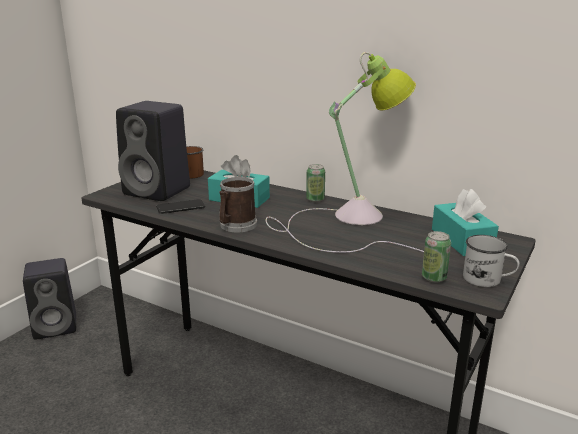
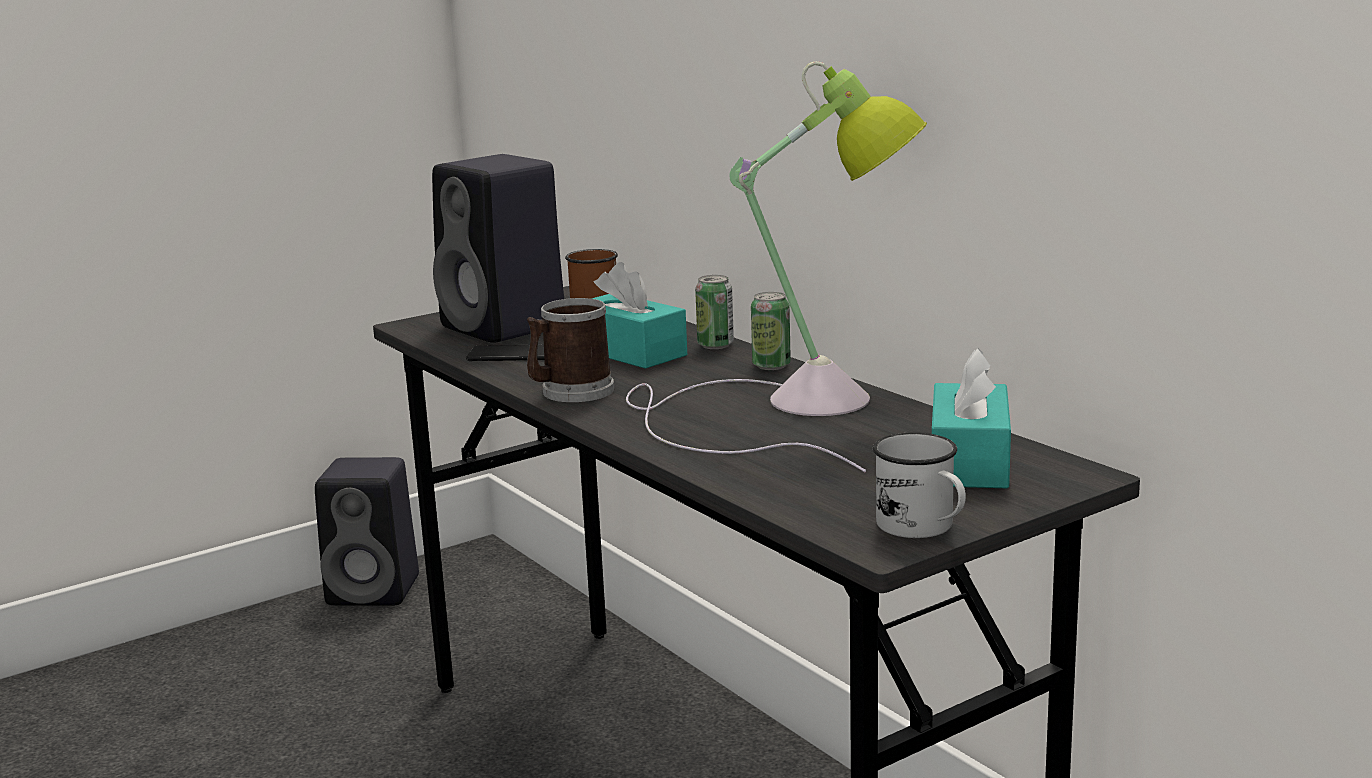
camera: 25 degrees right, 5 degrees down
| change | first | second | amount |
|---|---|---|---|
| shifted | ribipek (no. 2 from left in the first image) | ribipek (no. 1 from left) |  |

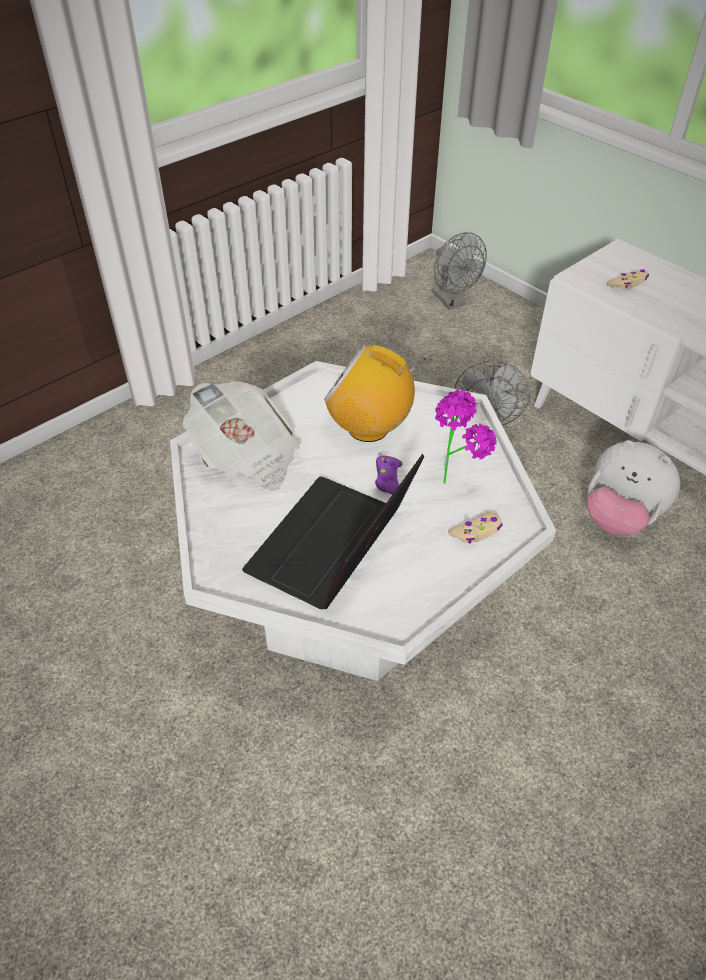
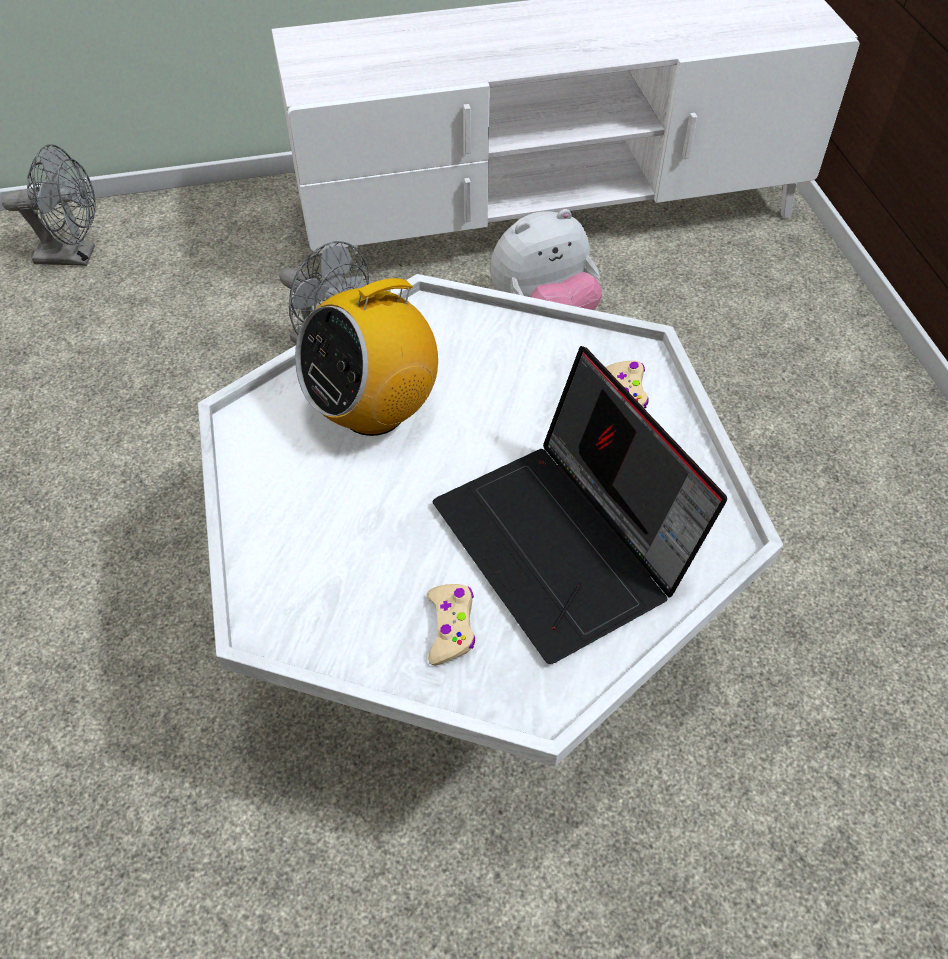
camera: 60 degrees left, 5 degrees up
| change | first | second | amount |
|---|---|---|---|
| shifted | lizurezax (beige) (no. 2 from left in the first image) | lizurezax (beige) (no. 1 from left) |  |
| gone | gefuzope |  |  |
| gone | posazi |  |  |
| gone | lizurezax (purple) |  |  |

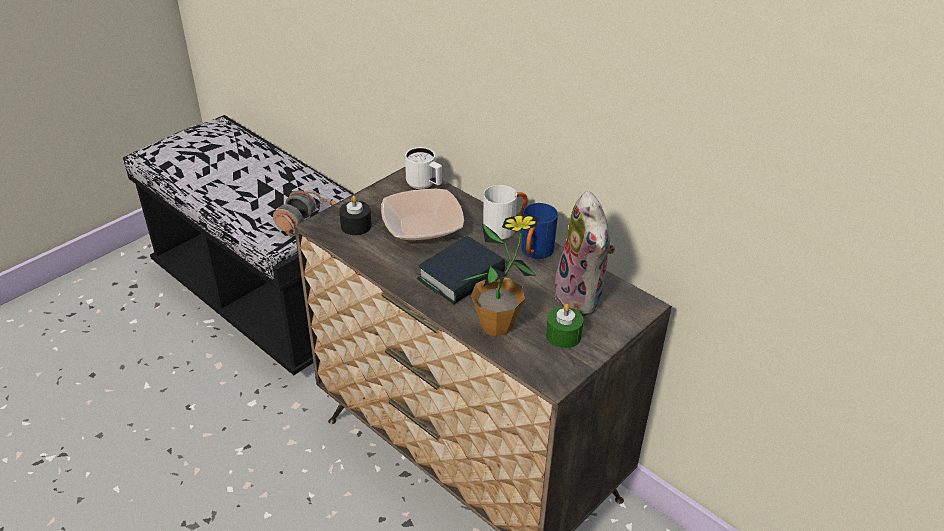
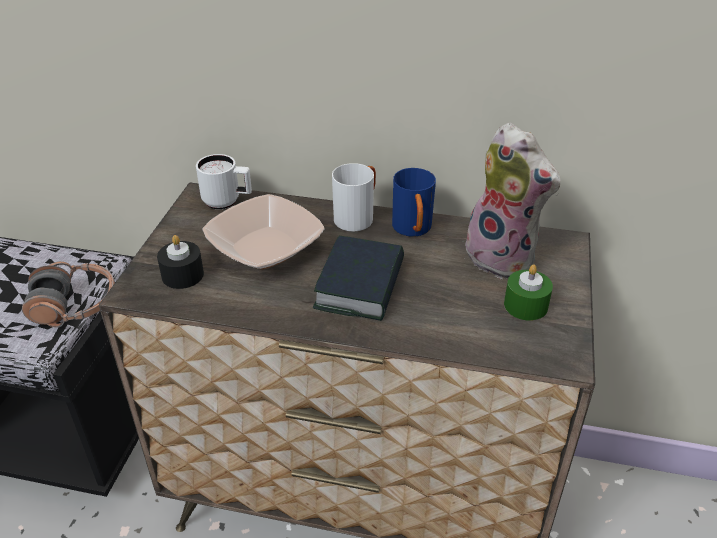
camera: 30 degrees left, 0 degrees up
| change | first | second | amount |
|---|---|---|---|
| gone | posazi |  |  |

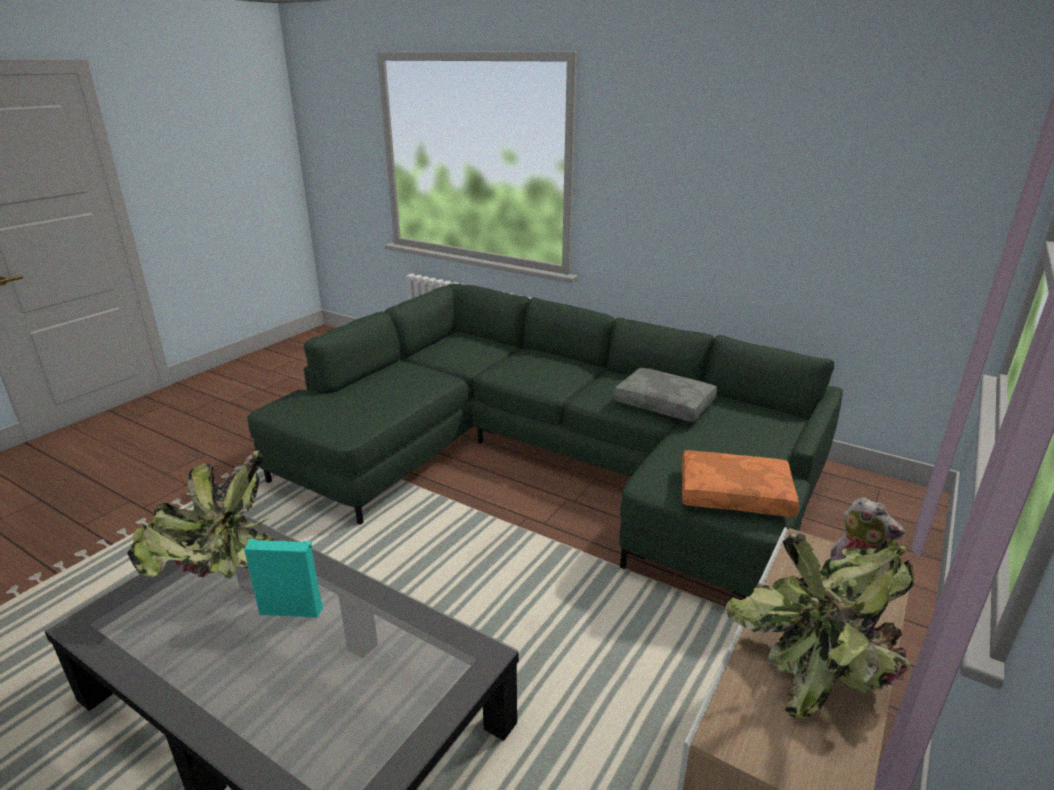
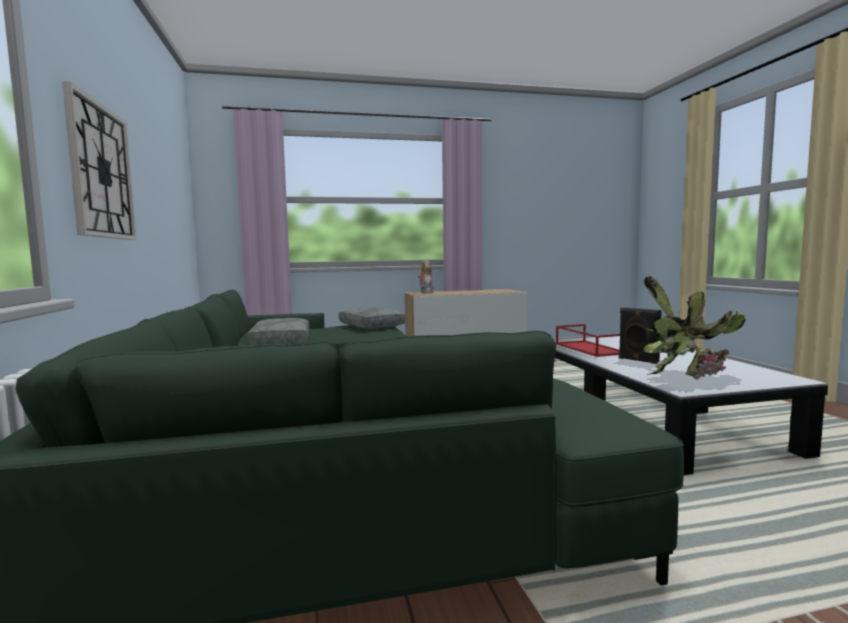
camera: 135 degrees left, 20 degrees down
| change | first | second | amount |
|---|---|---|---|
| repainted | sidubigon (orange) | sidubigon (grey) (no. 2 from left) |  |
| gone | posazi (no. 2 from left) |  |  |
| repainted | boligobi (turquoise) | boligobi (black) |  |
| new |  | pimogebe |  |
| new |  | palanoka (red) |  |

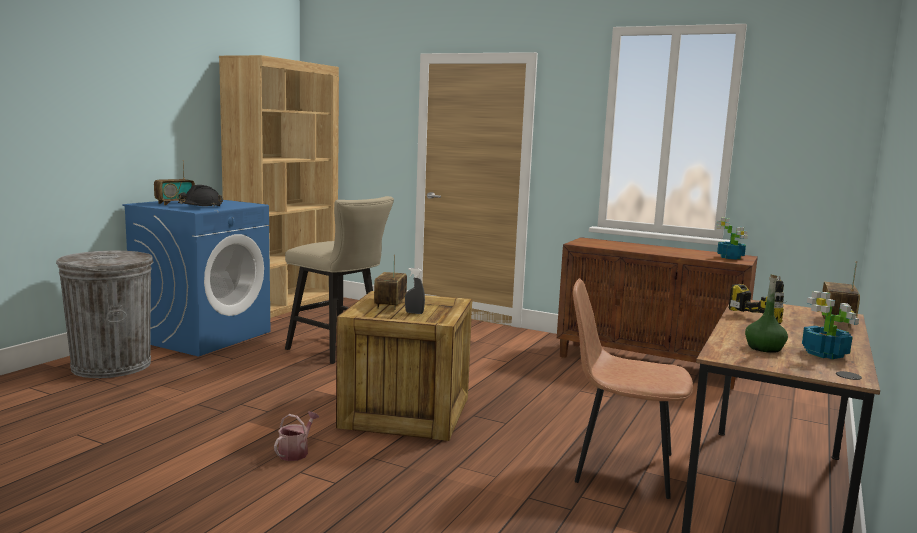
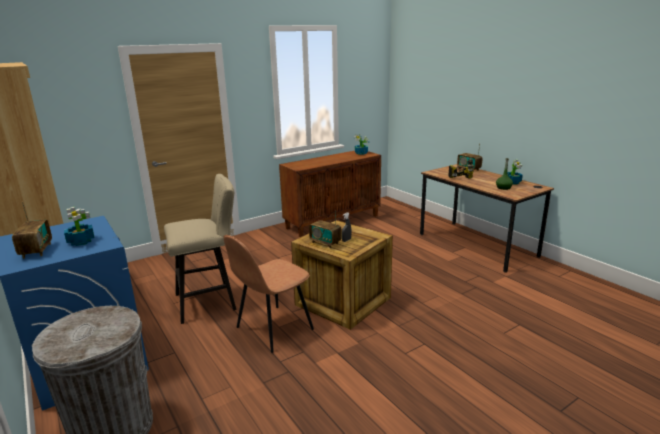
camera: 60 degrees left, 10 degrees up
| change | first | second | amount |
|---|---|---|---|
| swapped | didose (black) | posazi (no. 1 from left) |  |
| shifted | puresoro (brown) |  |  |
| gone | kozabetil |  |  |

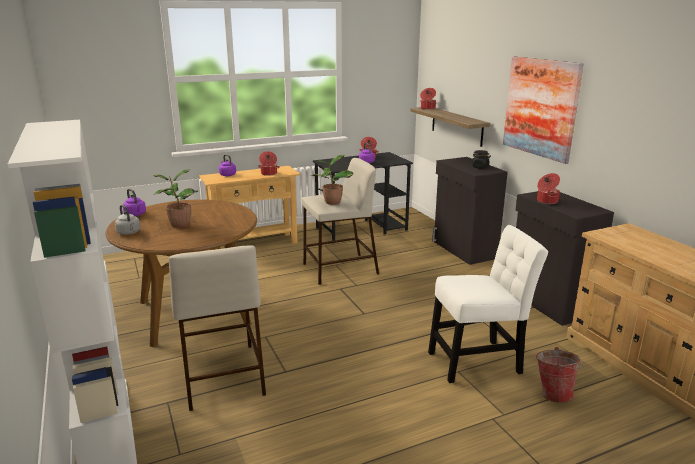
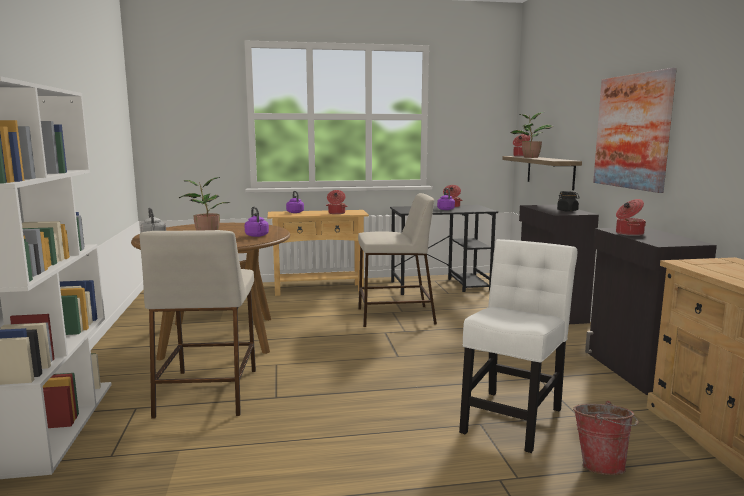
camera: 15 degrees right, 10 degrees down
| change | first | second | amount |
|---|---|---|---|
| shifted | posazi (no. 2 from left) |  |  |
| shifted | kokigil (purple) (no. 1 from left) |  |  |
| rotated | puresoro (white) |  | 60 degrees counterclockwise |

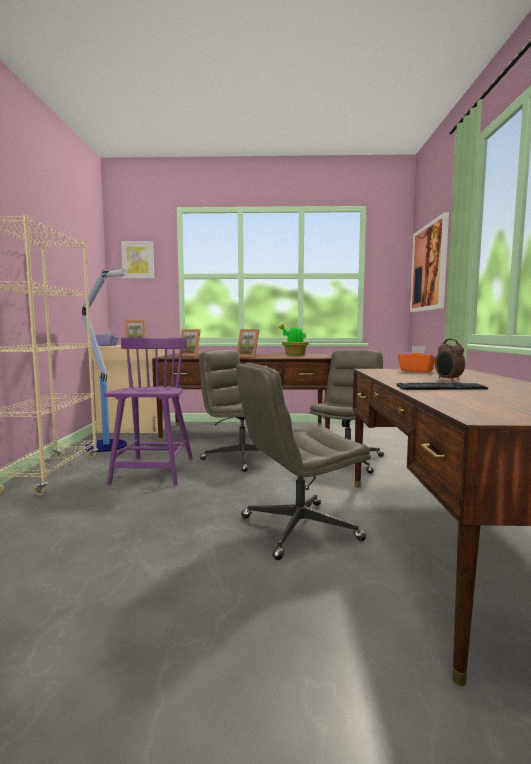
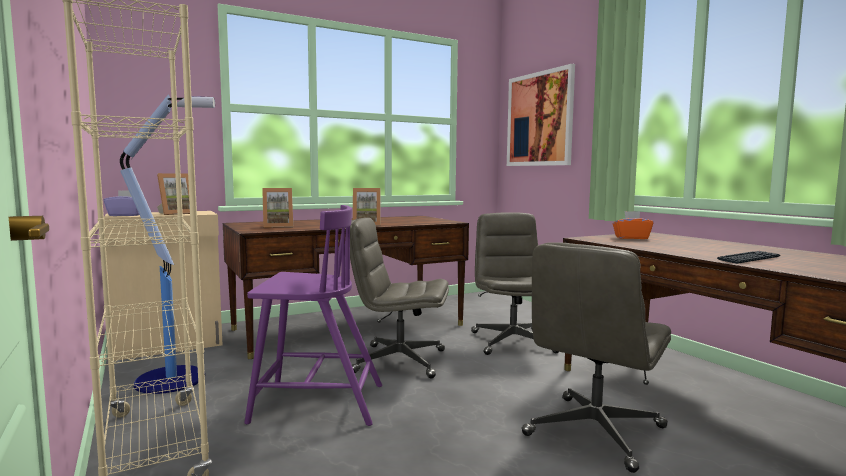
camera: 30 degrees left, 0 degrees up
| change | first | second | amount |
|---|---|---|---|
| gone | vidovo (no. 1 from left) |  |  |
| gone | posazi |  |  |
| rotated | puresoro (purple) |  | 120 degrees clockwise |
| gone | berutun |  |  |

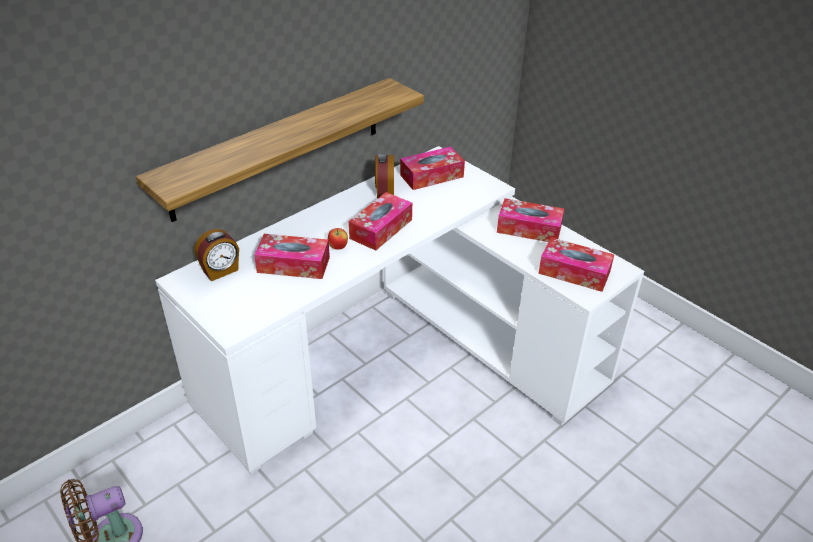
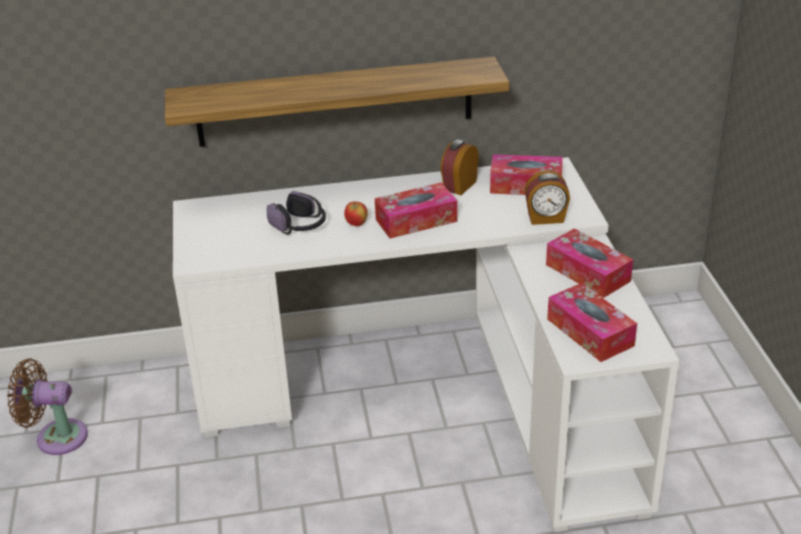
camera: 35 degrees right, 5 degrees down
| change | first | second | amount |
|---|---|---|---|
| shifted | berutun (no. 1 from left in the first image) | berutun (no. 2 from left) |  |
| swapped | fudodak (no. 1 from left) | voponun |  |

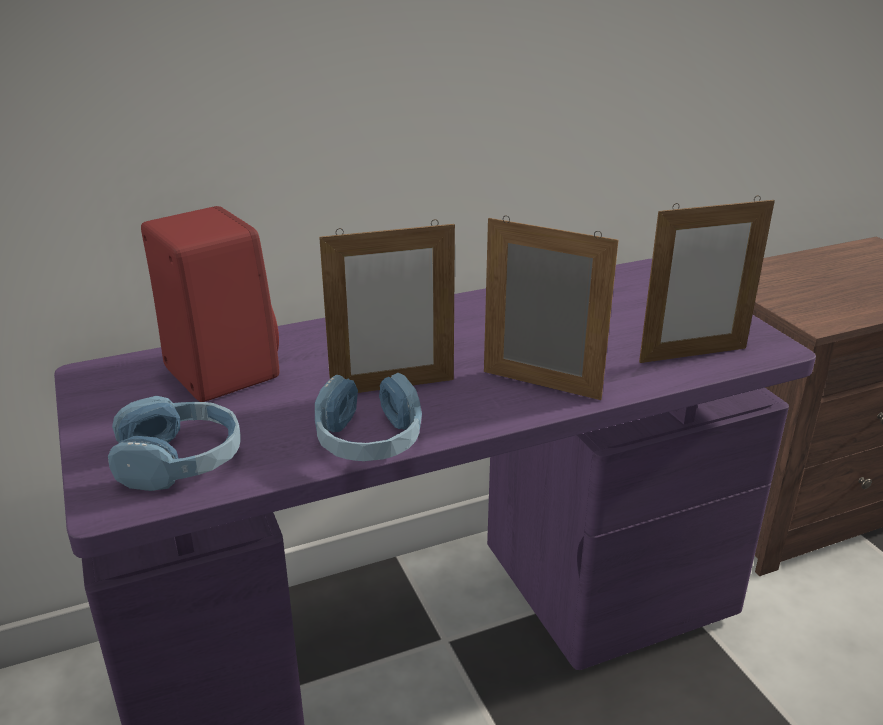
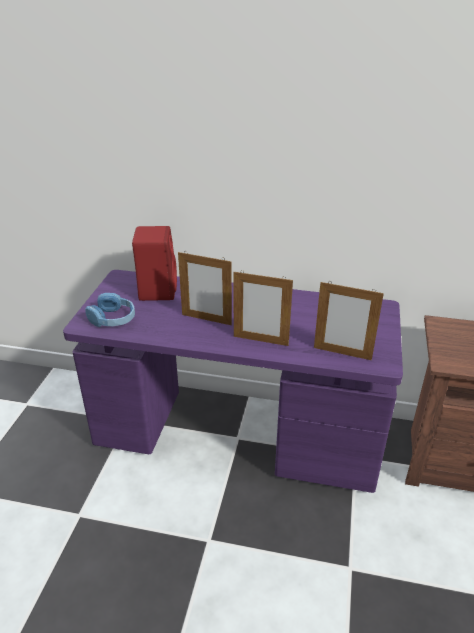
camera: 35 degrees right, 5 degrees up
| change | first | second | amount |
|---|---|---|---|
| rotated | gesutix (no. 2 from left) |  | 135 degrees clockwise |
| gone | voponun (blue) (no. 2 from left) |  |  |

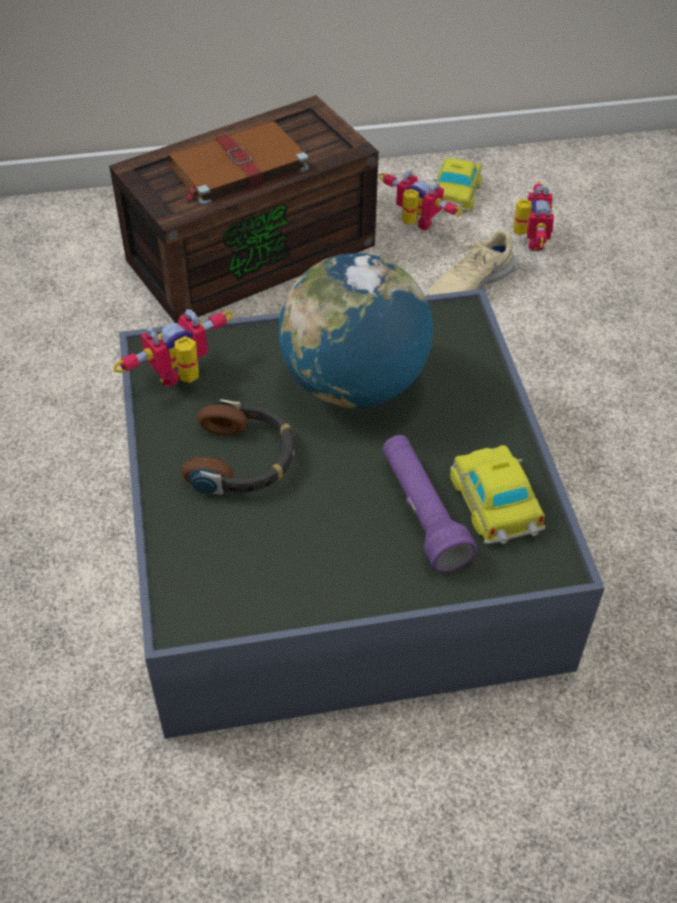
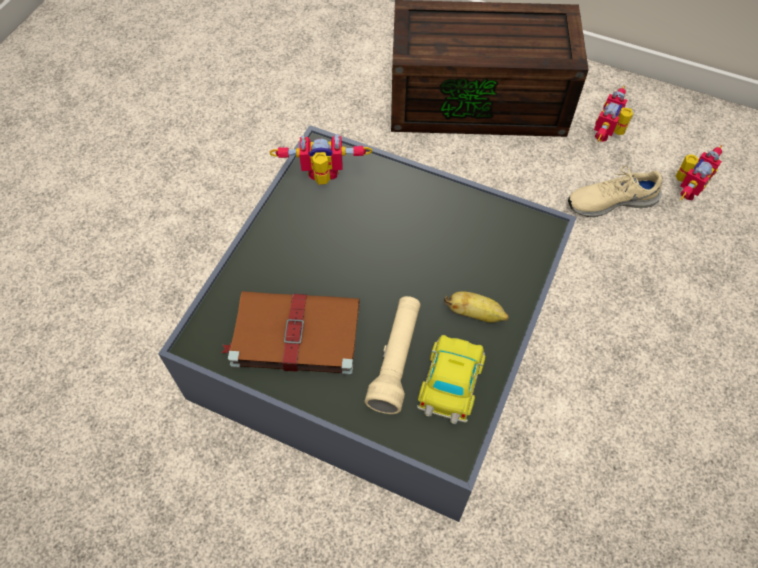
camera: 35 degrees right, 10 degrees up
| change | first | second | amount |
|---|---|---|---|
| shifted | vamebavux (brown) |  |  |
| gone | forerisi (no. 1 from left) |  |  |
| rotated | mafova (no. 2 from left) |  | 135 degrees counterclockwise |
| gone | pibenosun |  |  |
| gone | voponun |  |  |
| repainted | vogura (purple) | vogura (beige) |  |
| new |  | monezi |  |

